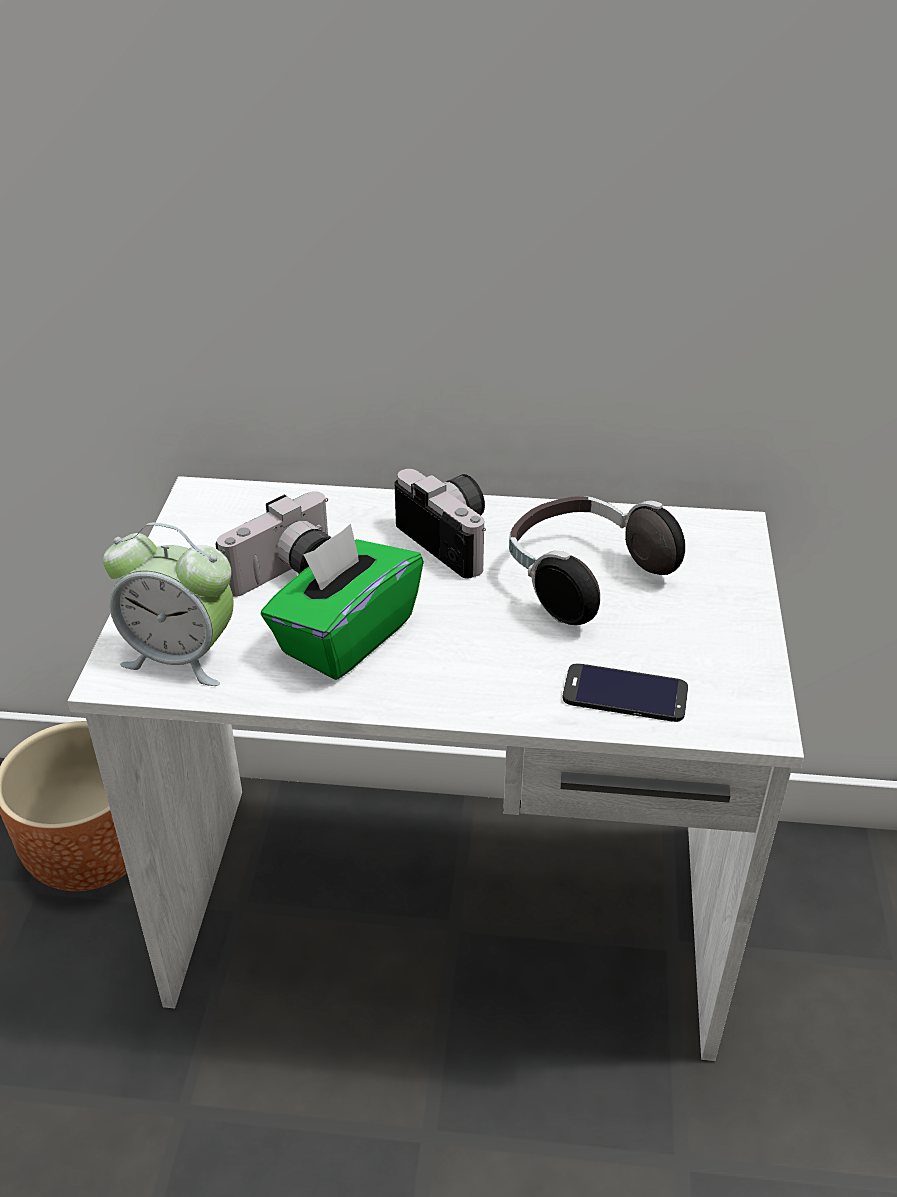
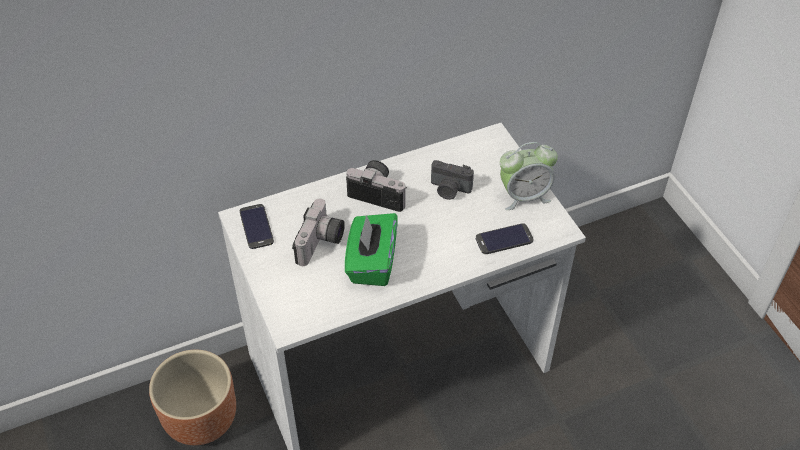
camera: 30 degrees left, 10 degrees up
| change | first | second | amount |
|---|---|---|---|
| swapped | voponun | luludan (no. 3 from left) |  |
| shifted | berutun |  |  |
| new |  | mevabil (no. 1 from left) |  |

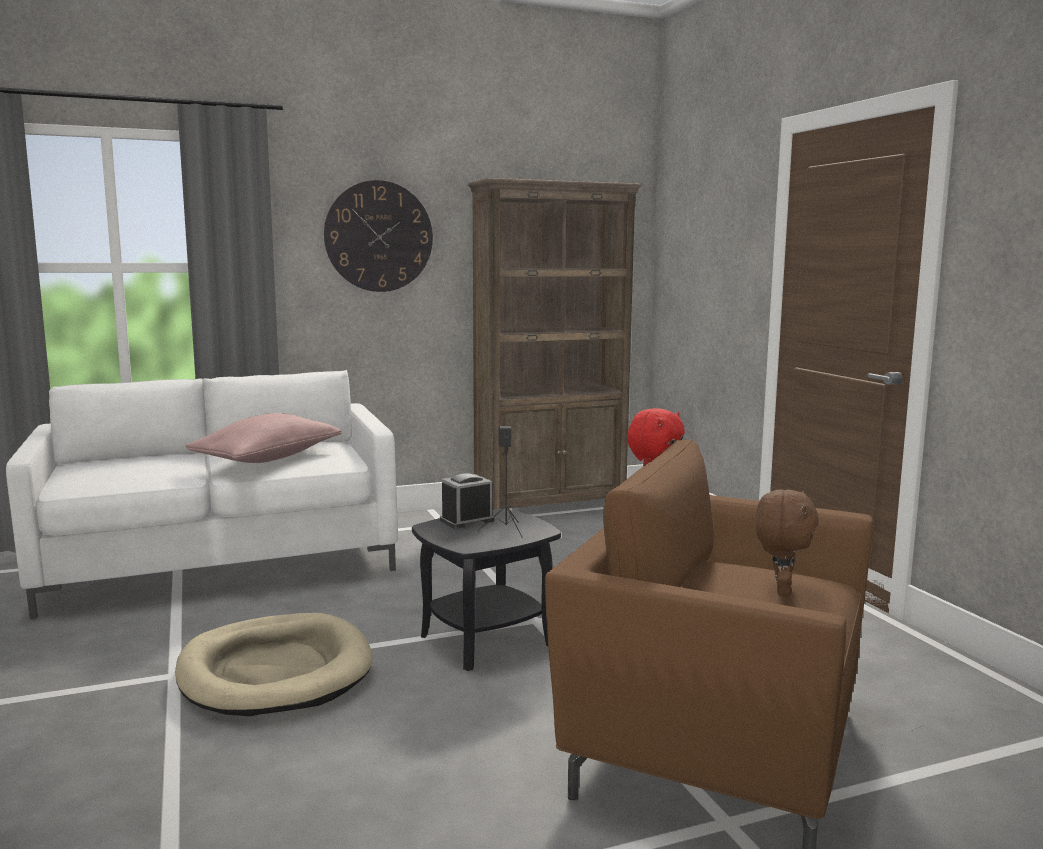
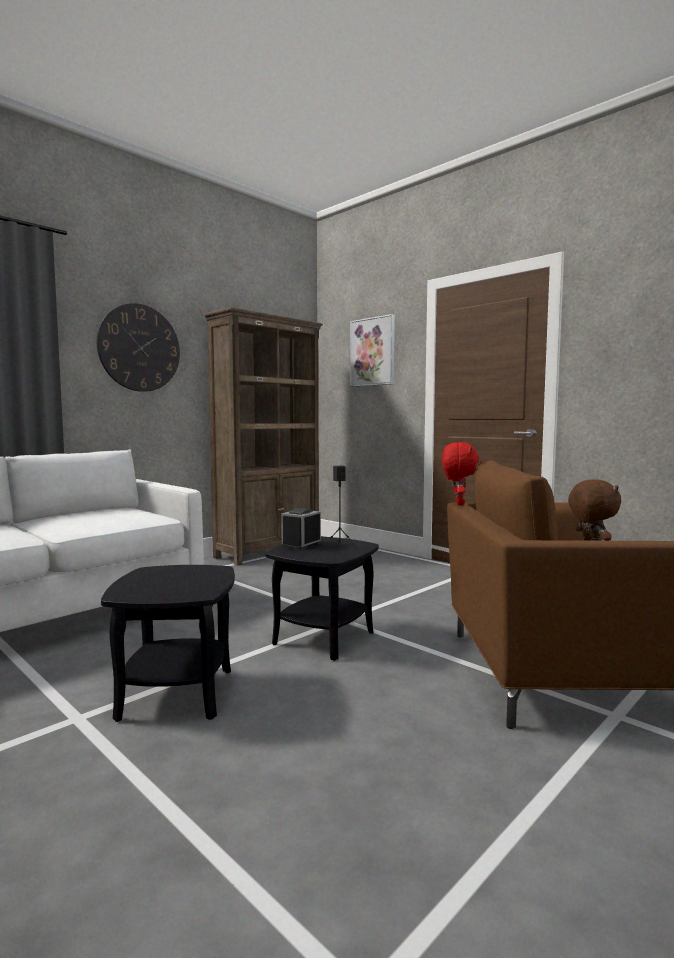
camera: 25 degrees left, 5 degrees down
| change | first | second | amount |
|---|---|---|---|
| gone | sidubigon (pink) |  |  |
| swapped | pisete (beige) | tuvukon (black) (no. 1 from left) |  |
| new |  | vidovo |  |

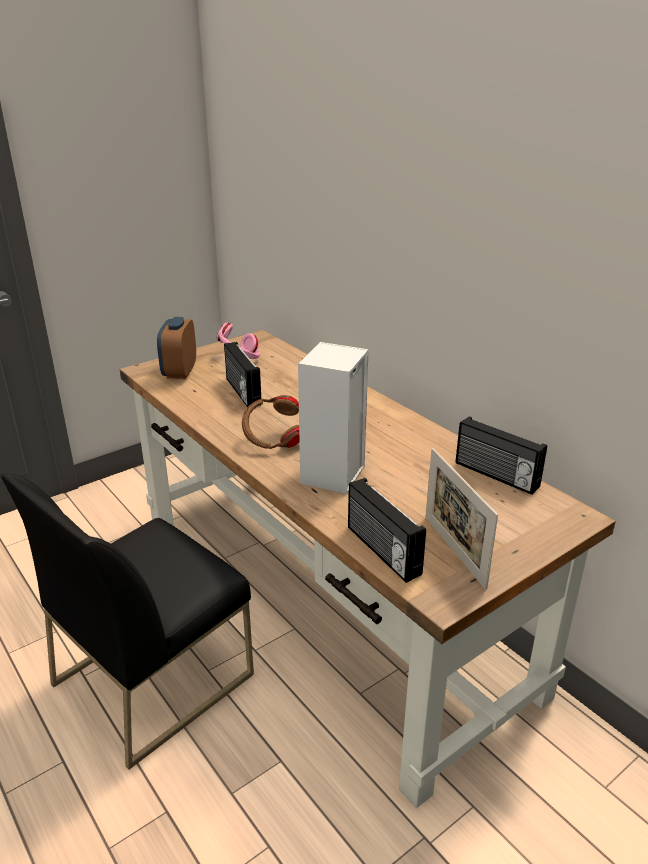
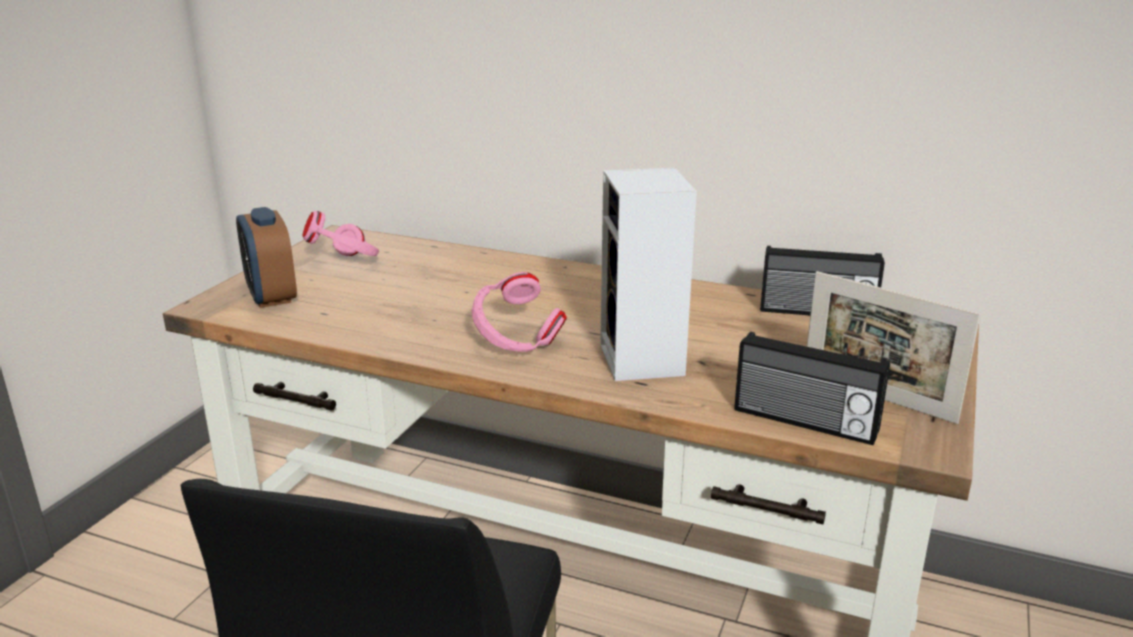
camera: 30 degrees left, 5 degrees down
| change | first | second | amount |
|---|---|---|---|
| gone | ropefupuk (no. 1 from left) |  |  |
| repainted | voponun (brown) | voponun (pink) (no. 2 from left) |  |

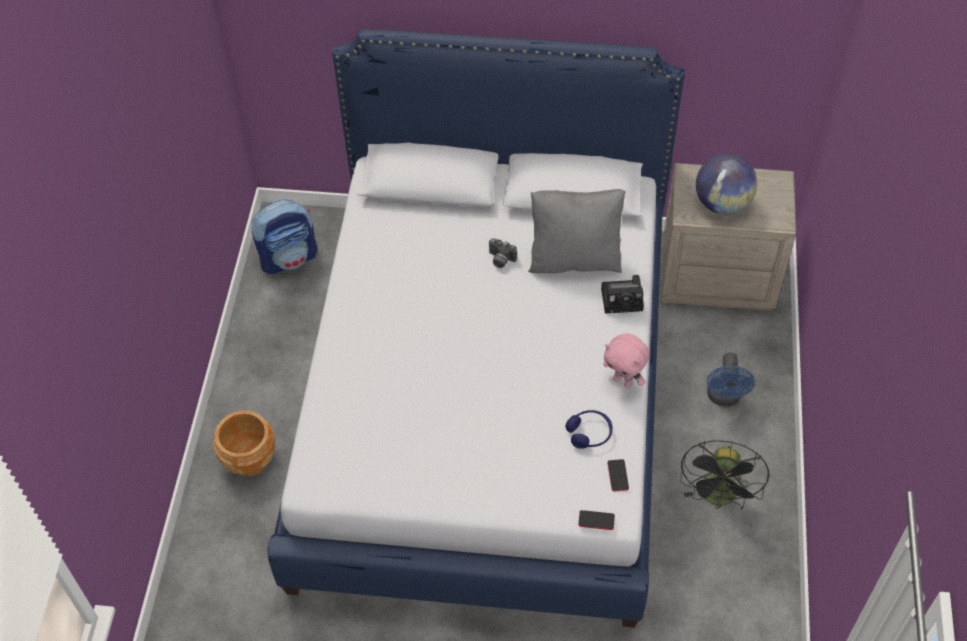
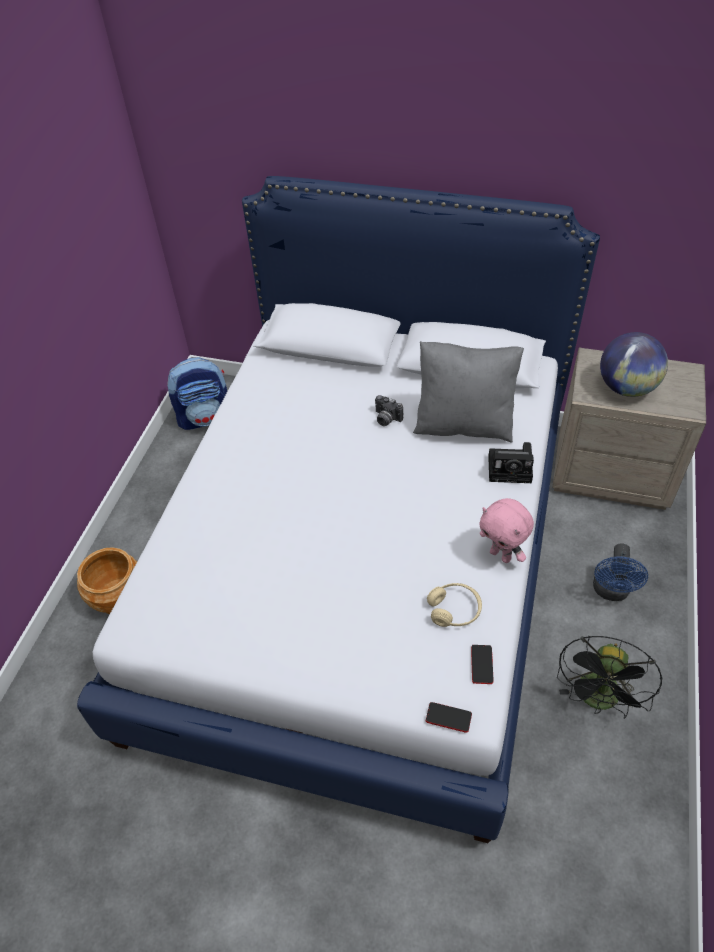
camera: 10 degrees right, 5 degrees down
| change | first | second | amount |
|---|---|---|---|
| repainted | voponun (blue) | voponun (beige) |  |

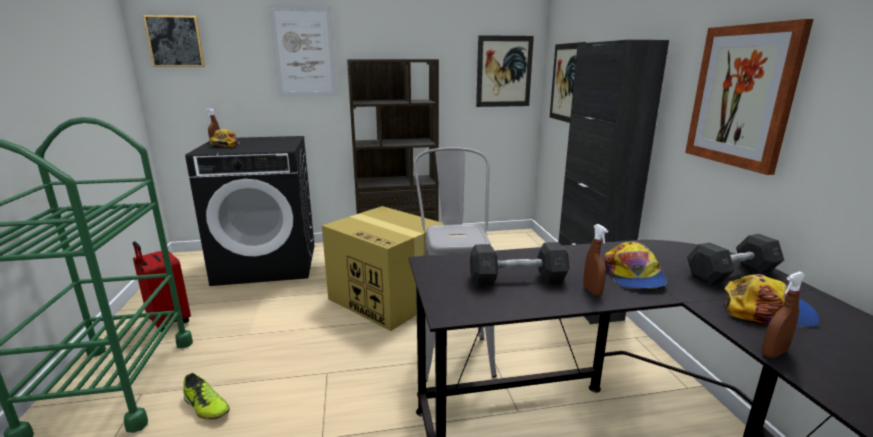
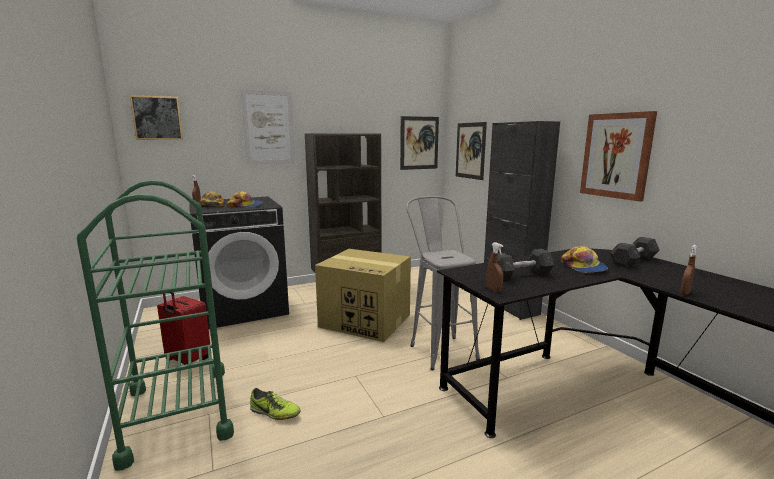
camera: 15 degrees left, 5 degrees down
| change | first | second | amount |
|---|---|---|---|
| shifted | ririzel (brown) (no. 2 from left) |  |  |
| shifted | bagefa (no. 3 from left in the first image) | bagefa (no. 2 from left) |  |

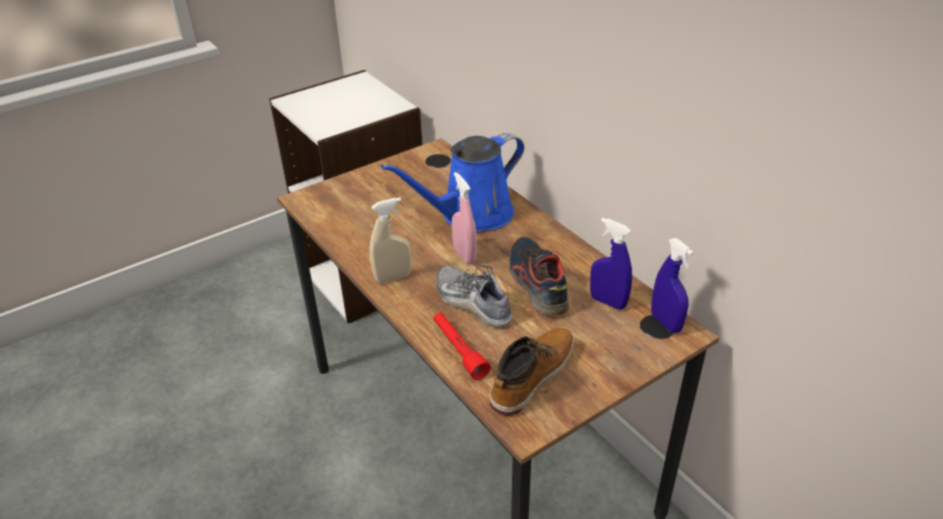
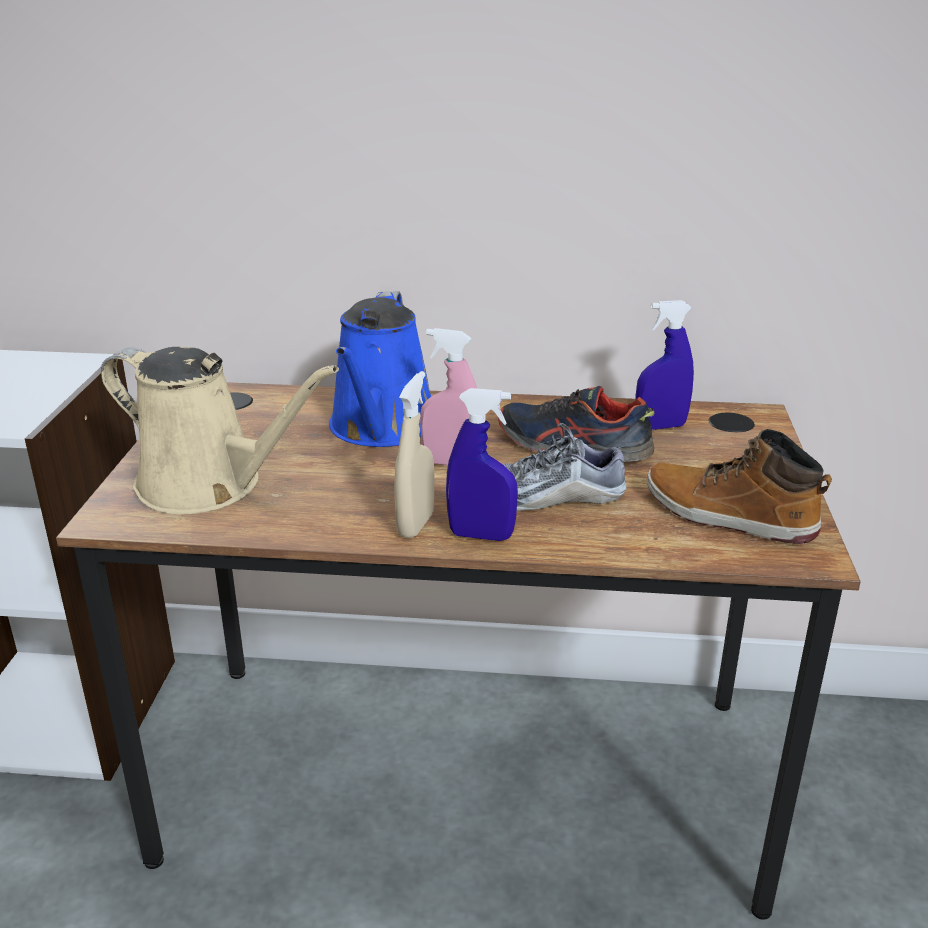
camera: 50 degrees left, 10 degrees down
| change | first | second | amount |
|---|---|---|---|
| shifted | ririzel (blue) (no. 2 from left in the first image) | ririzel (blue) (no. 1 from left) |  |
| gone | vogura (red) |  |  |
| rotated | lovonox |  | 45 degrees counterclockwise |
| new |  | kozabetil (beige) |  |

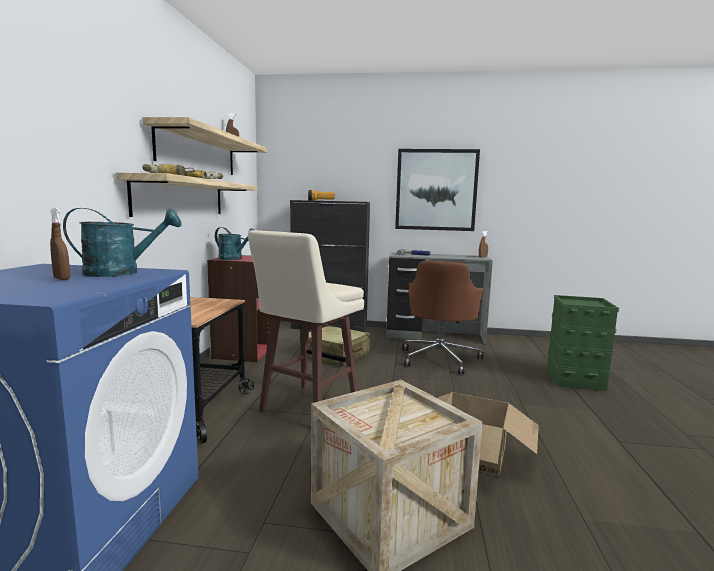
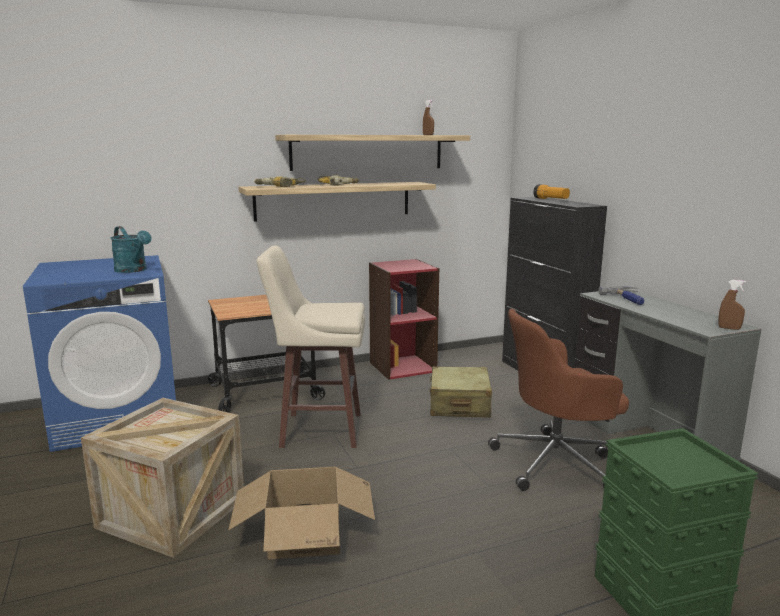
camera: 60 degrees right, 5 degrees up
| change | first | second | amount |
|---|---|---|---|
| gone | vidovo |  |  |
| gone | ririzel (brown) (no. 1 from left) |  |  |
| gone | kozabetil (turquoise) (no. 2 from left) |  |  |

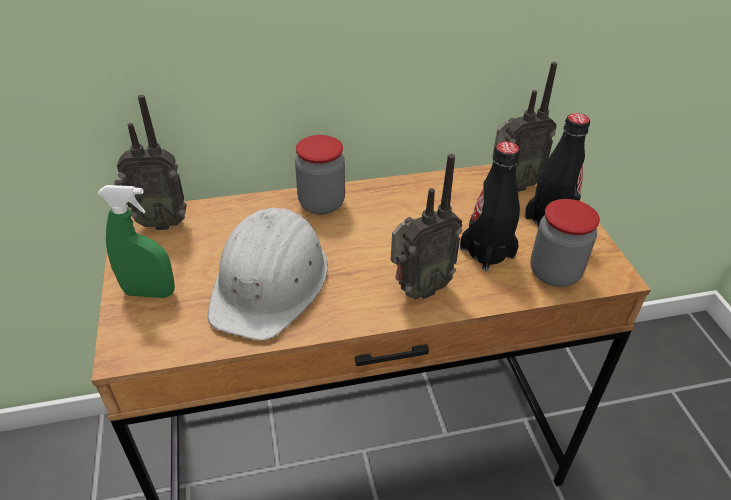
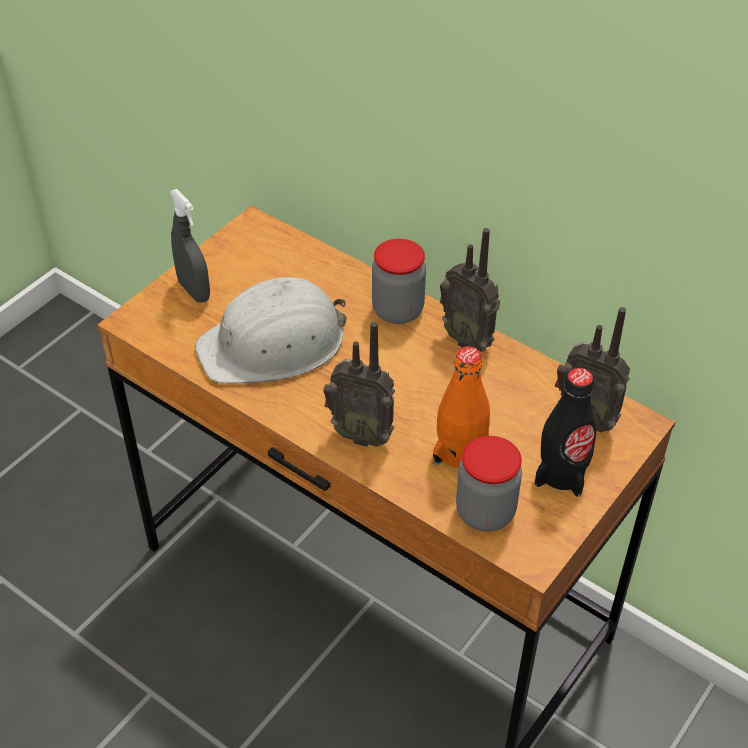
camera: 50 degrees right, 5 degrees up
| change | first | second | amount |
|---|---|---|---|
| shifted | ropefupuk (no. 1 from left in the first image) | ropefupuk (no. 2 from left) |  |
| repainted | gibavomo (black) (no. 1 from left) | gibavomo (orange) |  |
| repainted | ririzel (green) | ririzel (grey) |  |

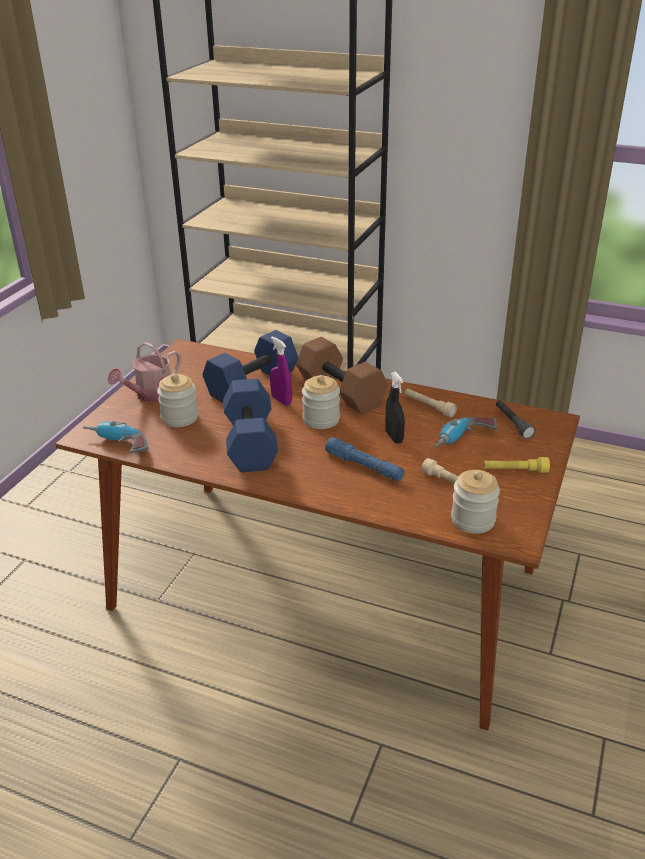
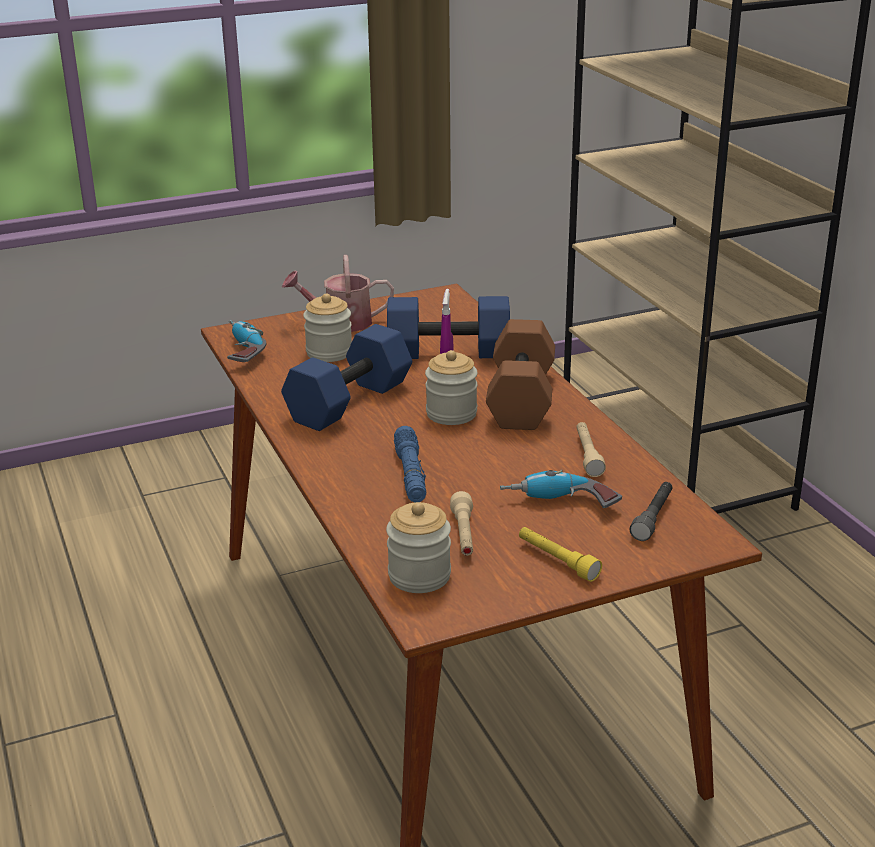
camera: 45 degrees right, 5 degrees down
| change | first | second | amount |
|---|---|---|---|
| gone | ririzel (black) |  |  |

